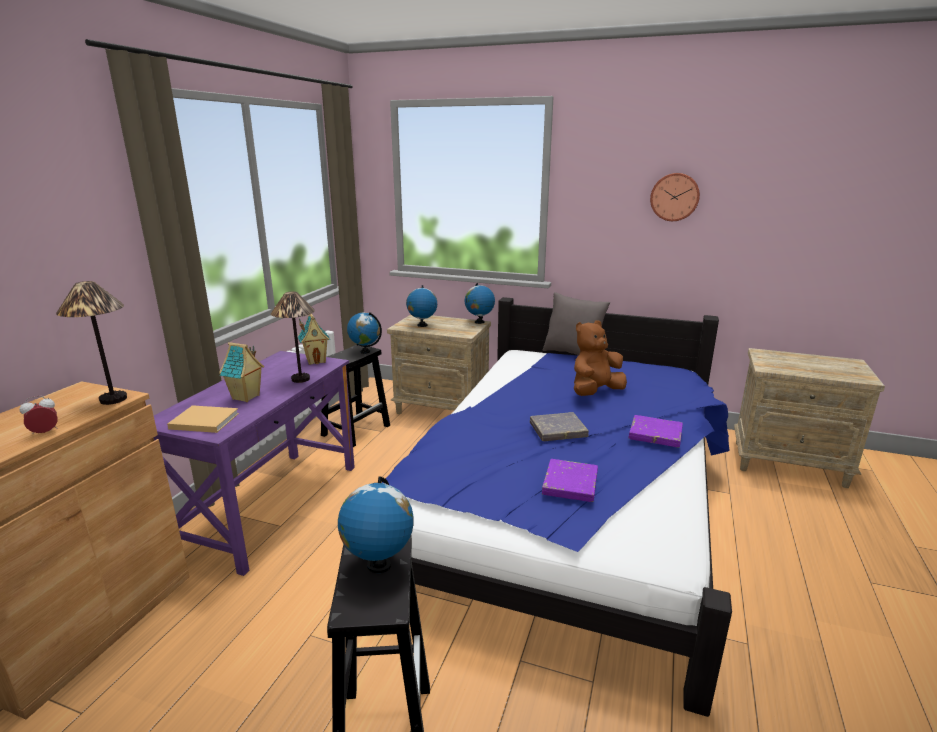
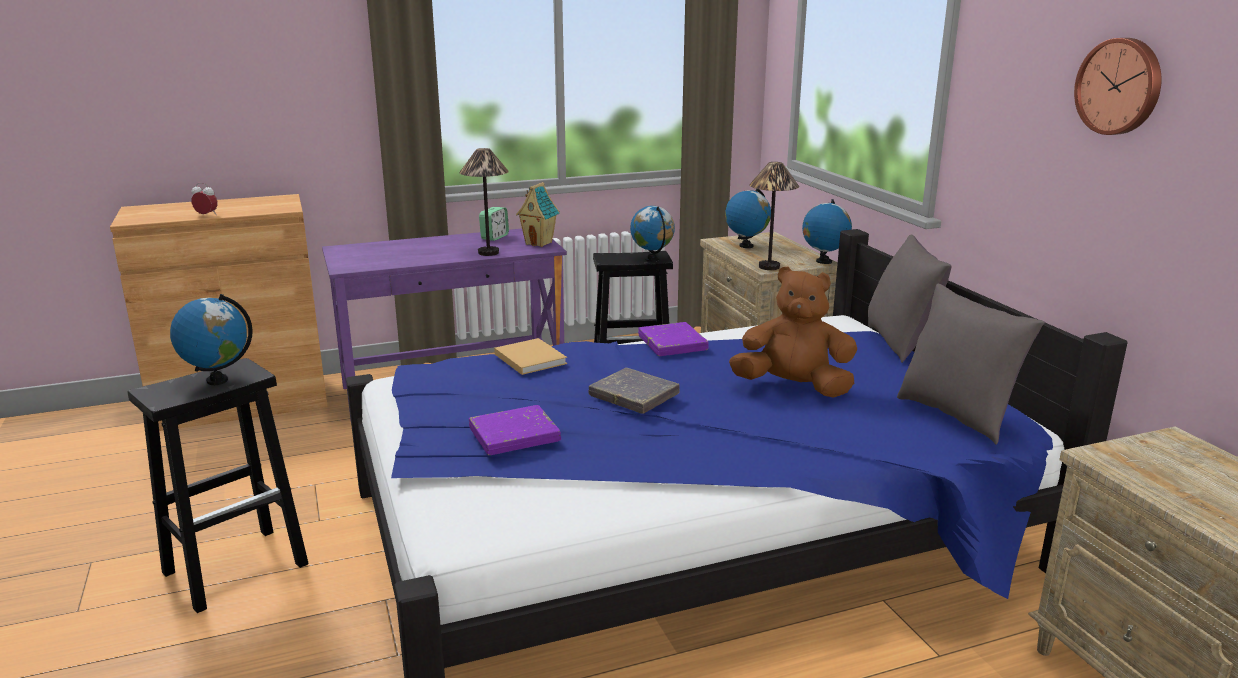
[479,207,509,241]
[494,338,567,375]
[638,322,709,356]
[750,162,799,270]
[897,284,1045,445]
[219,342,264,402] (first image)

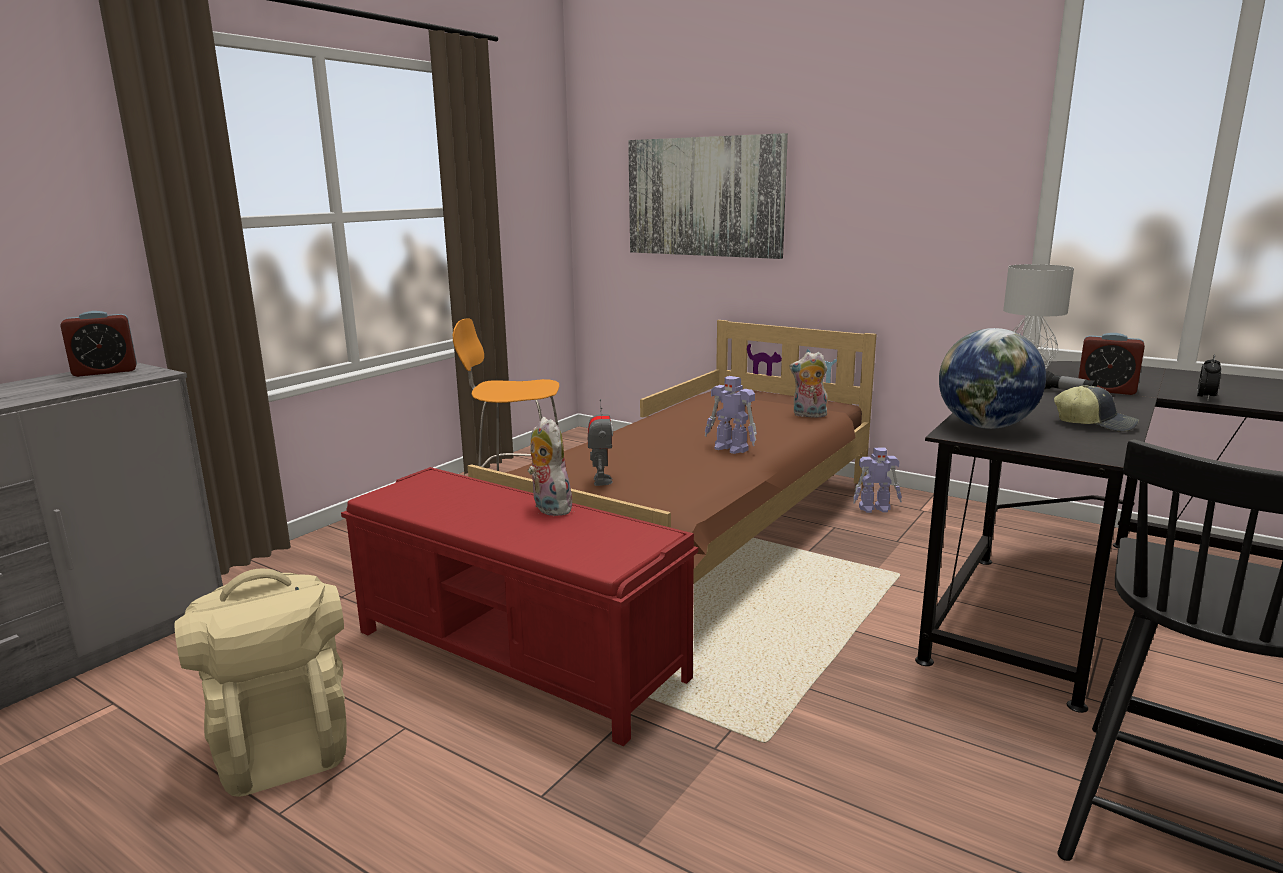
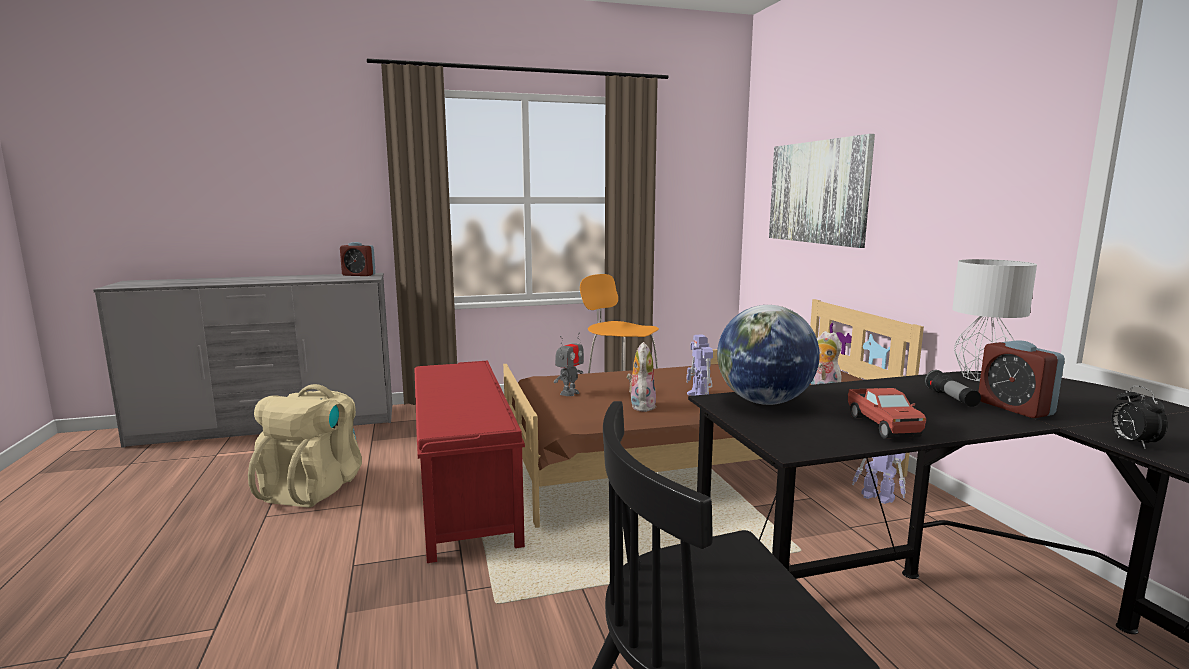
[627,342,656,412]
[848,388,926,439]
[1111,385,1168,448]

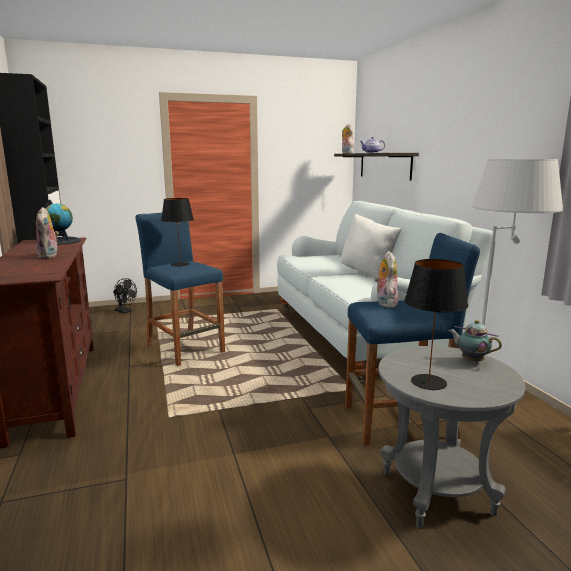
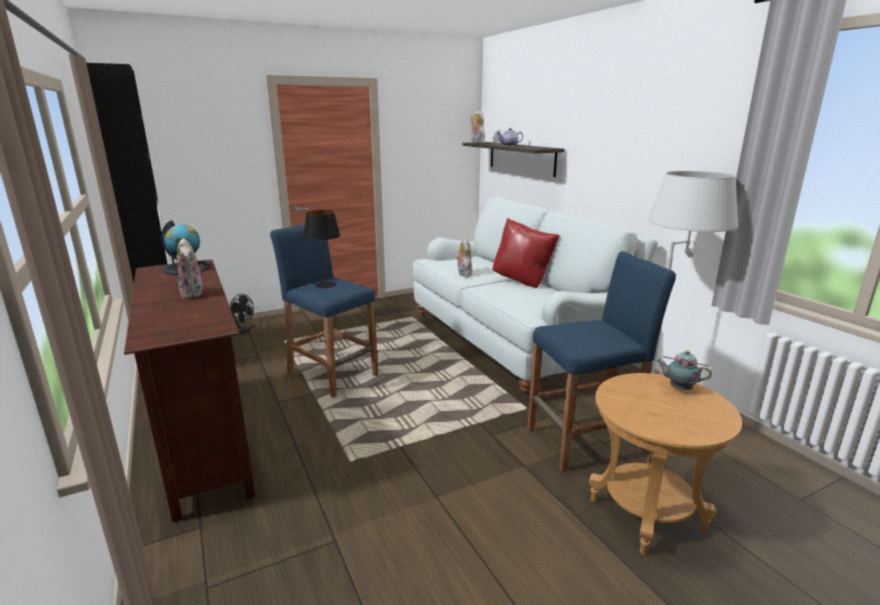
[456,238,472,277]
[492,218,560,288]
[589,373,742,555]
[404,259,468,390] (first image)

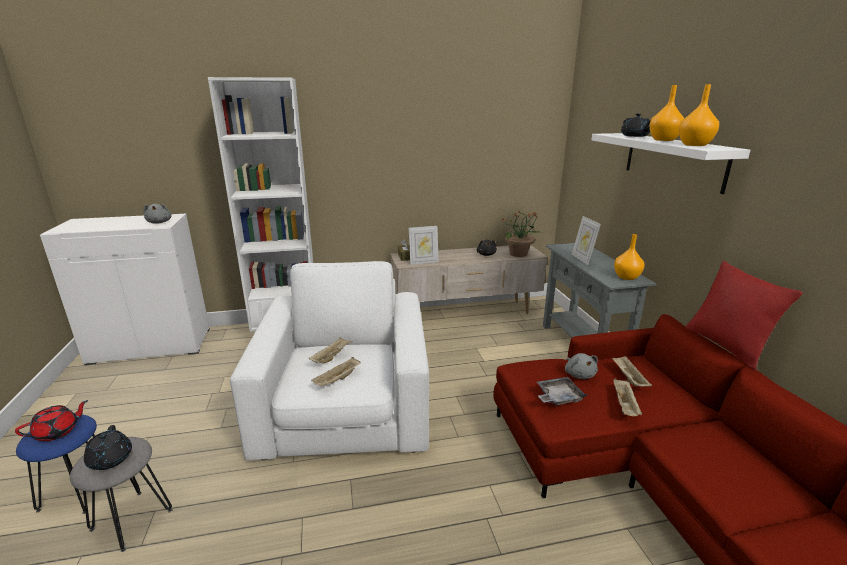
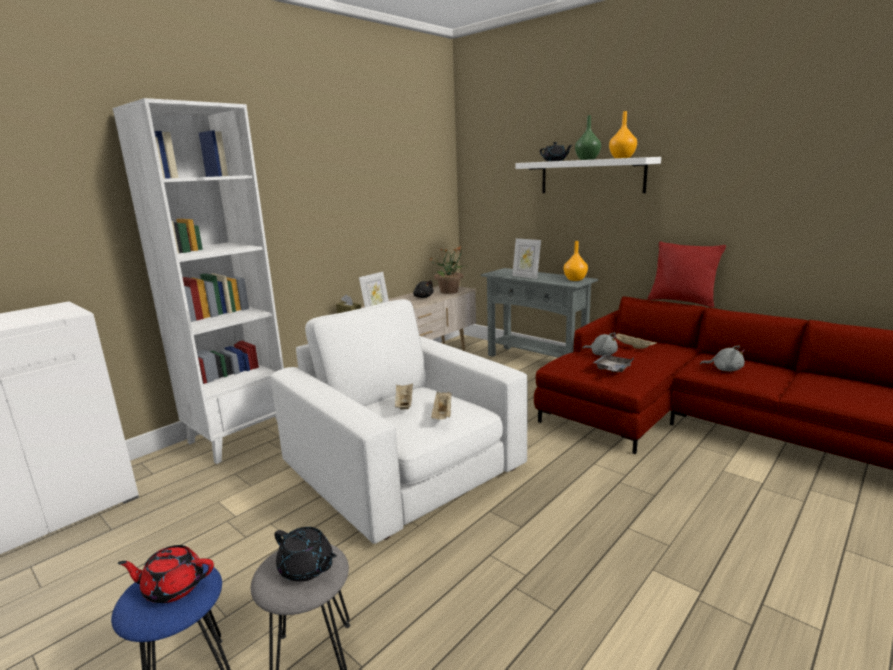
[118,545,214,603]
[575,115,601,160]
[700,345,745,372]
[614,378,642,416] (first image)

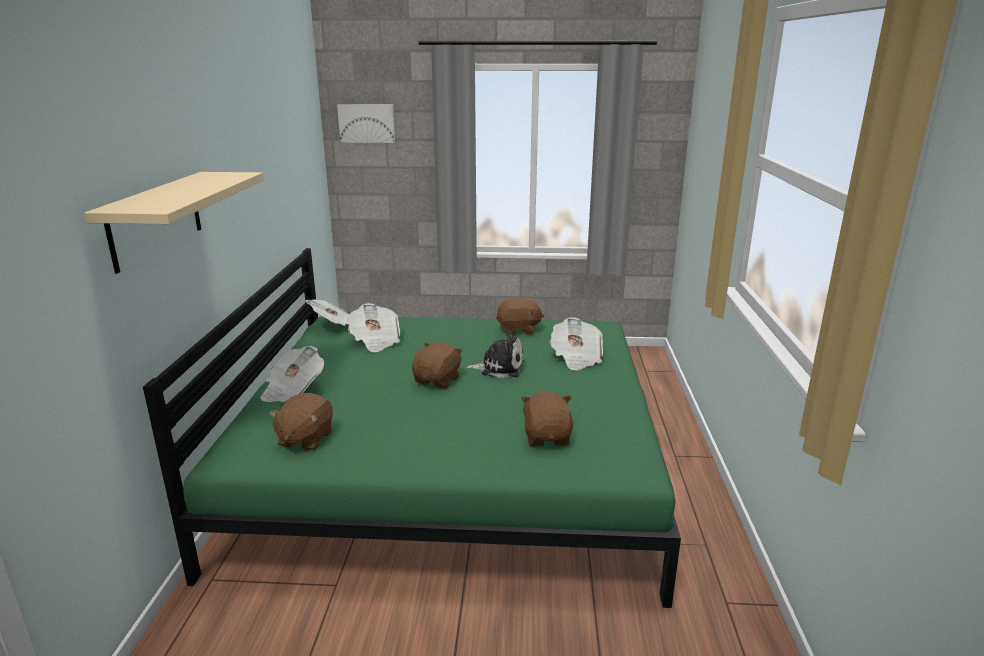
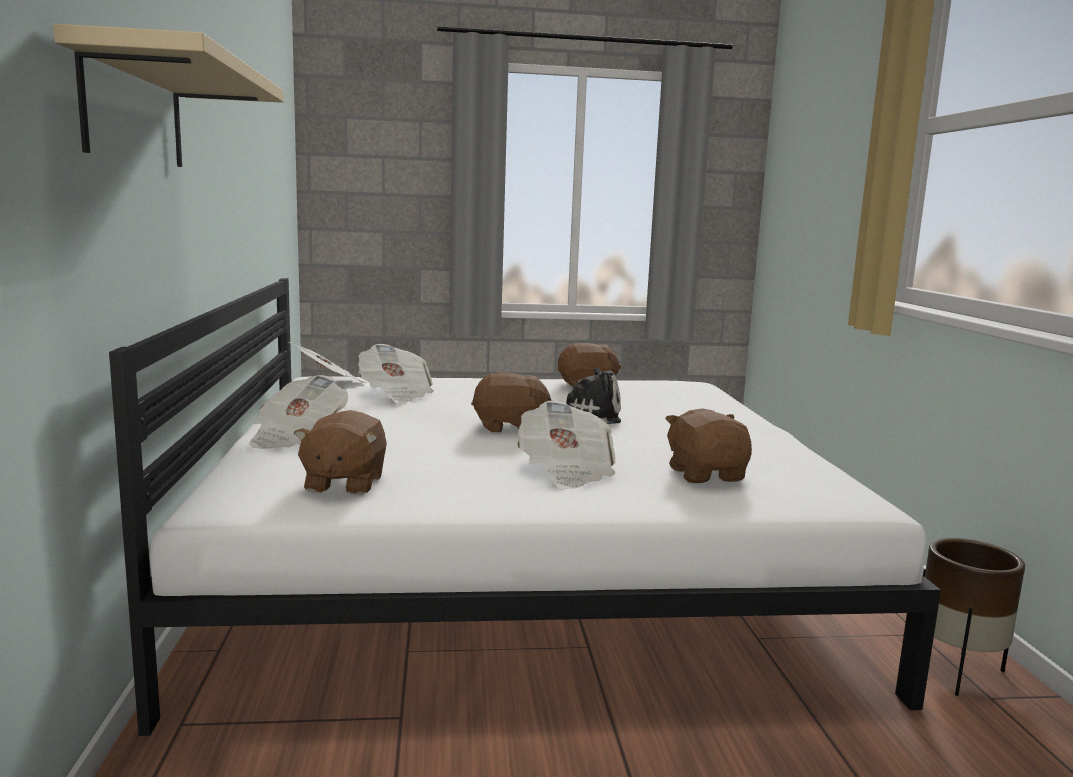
[109,278,941,736]
[471,372,552,432]
[517,401,616,489]
[923,538,1025,696]
[337,104,395,143] (first image)

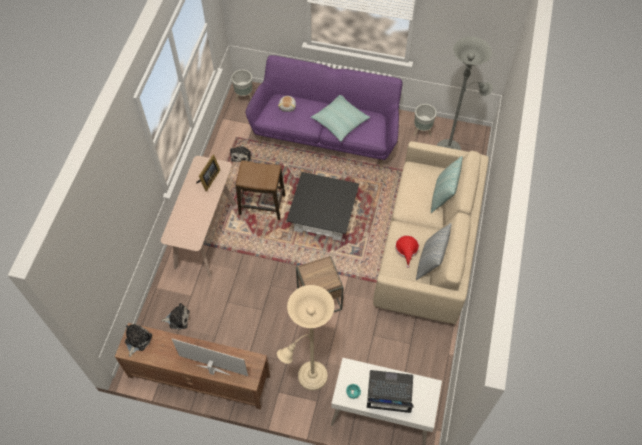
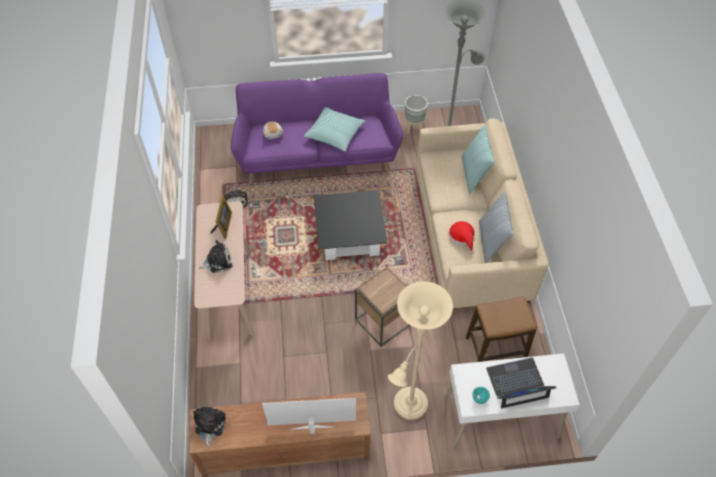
[199,240,232,273]
[466,296,537,362]
[231,70,252,102] (first image)

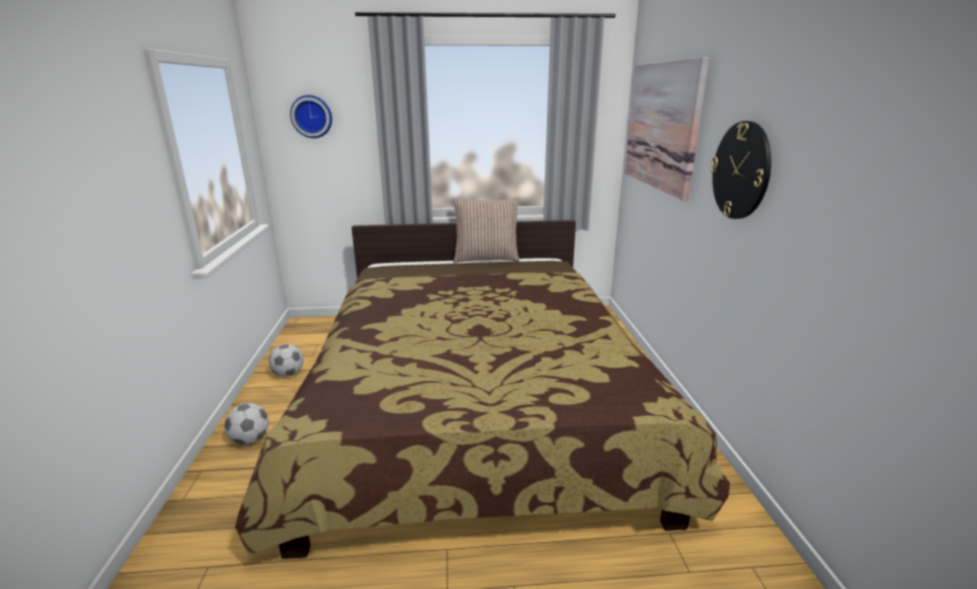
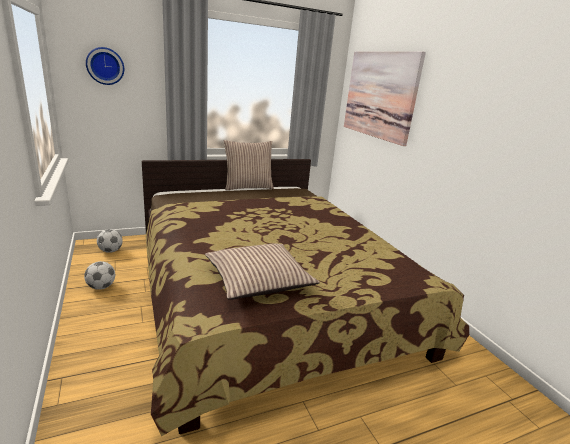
[97,229,123,253]
[205,243,320,300]
[710,121,771,219] (first image)

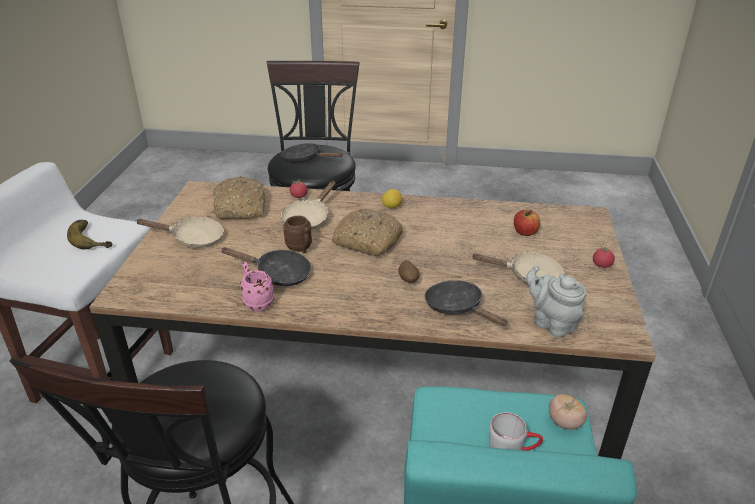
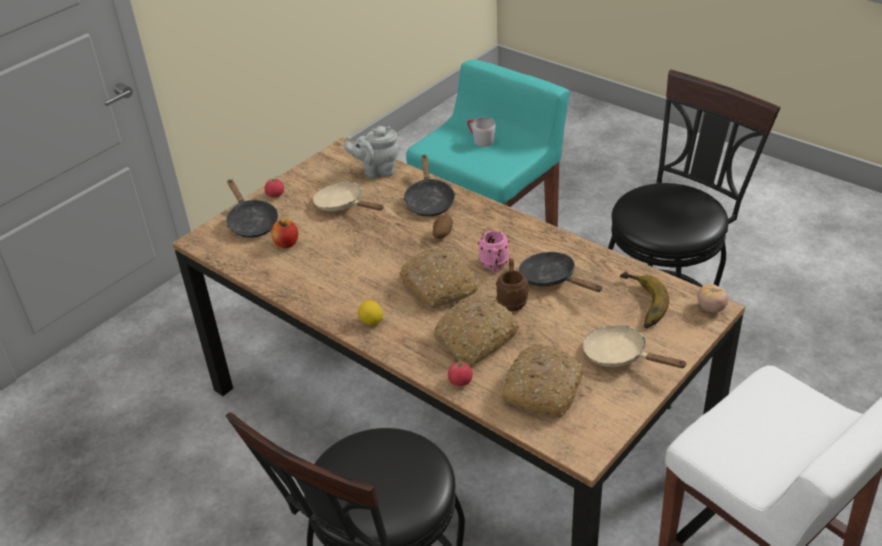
[226,179,278,238]
[344,126,400,178]
[434,295,519,364]
[478,230,509,273]
[620,271,669,328]
[697,284,729,313]

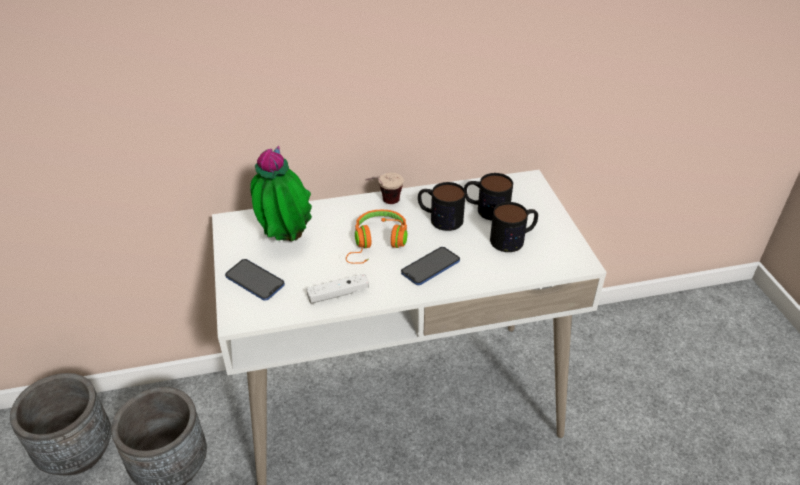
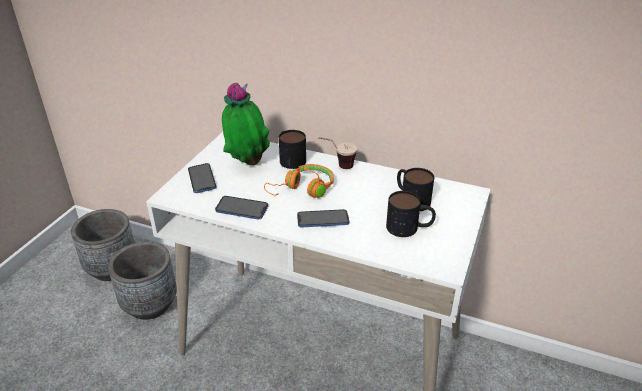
[215,196,268,220]
[279,130,306,169]

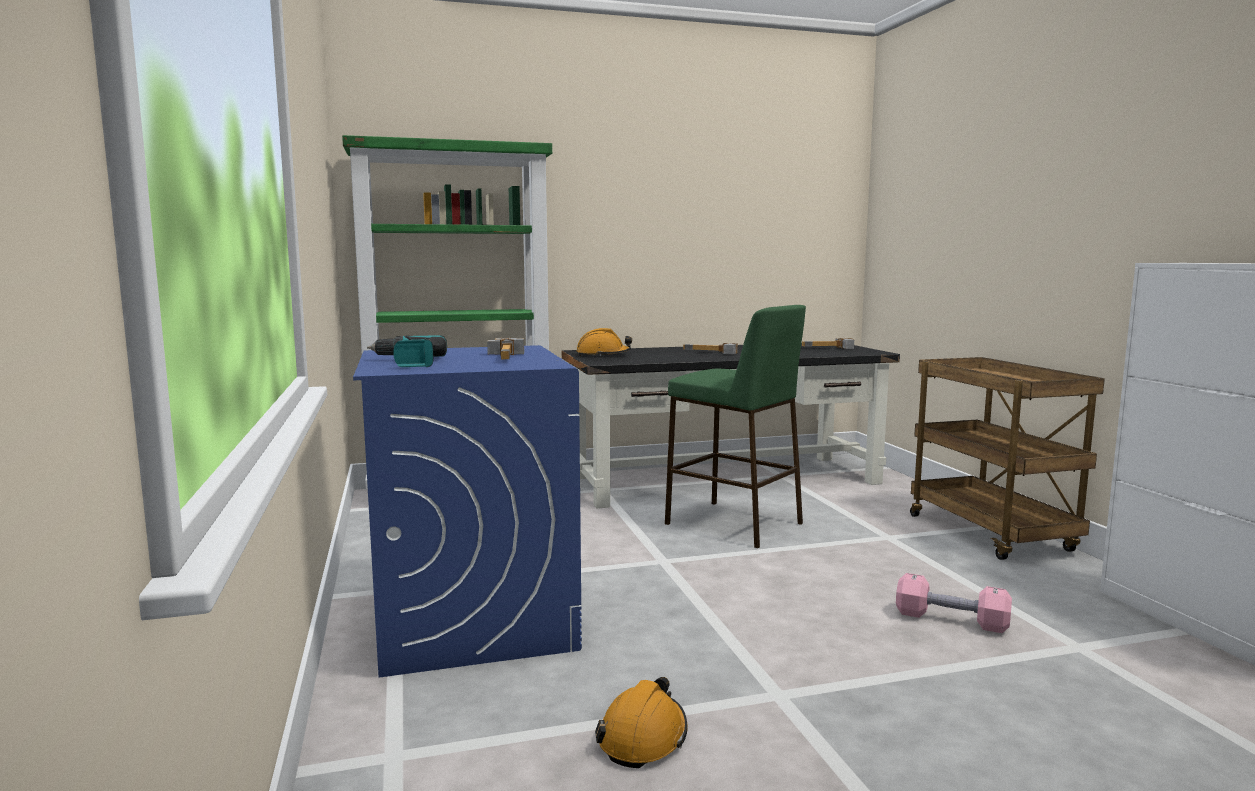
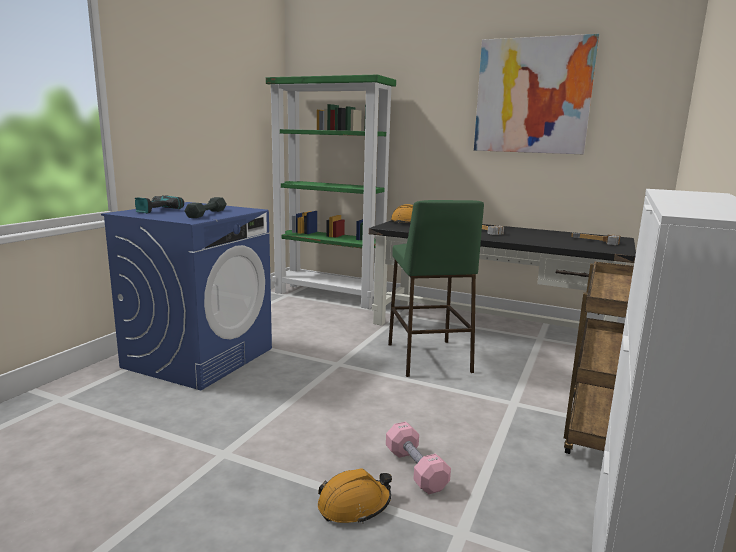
[184,197,227,218]
[318,468,392,524]
[474,34,599,154]

